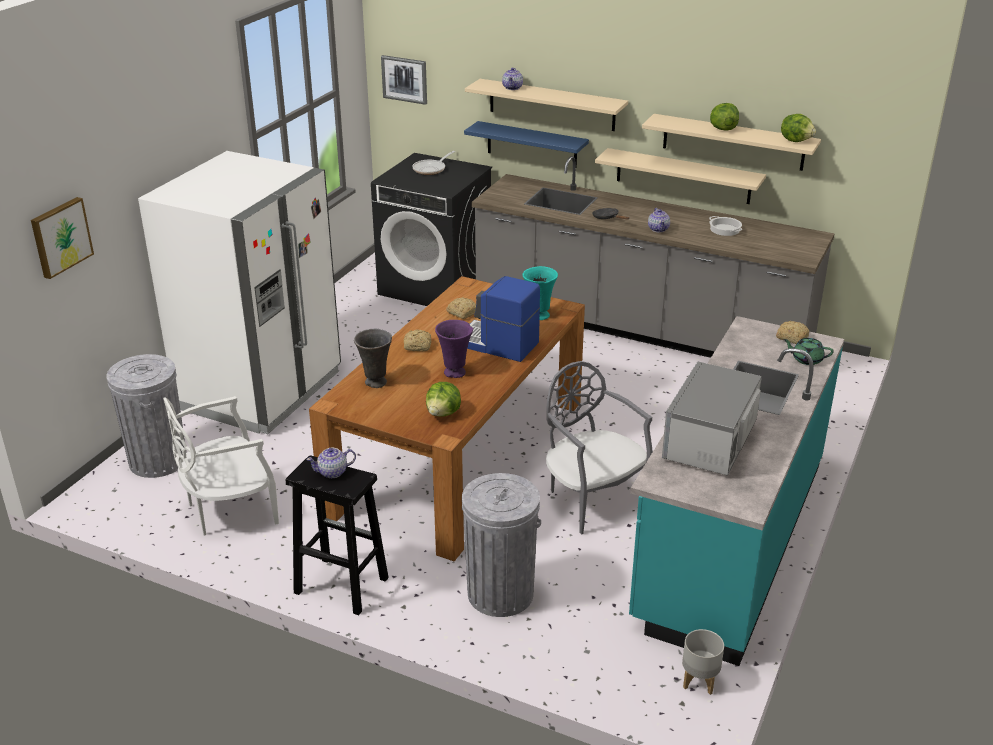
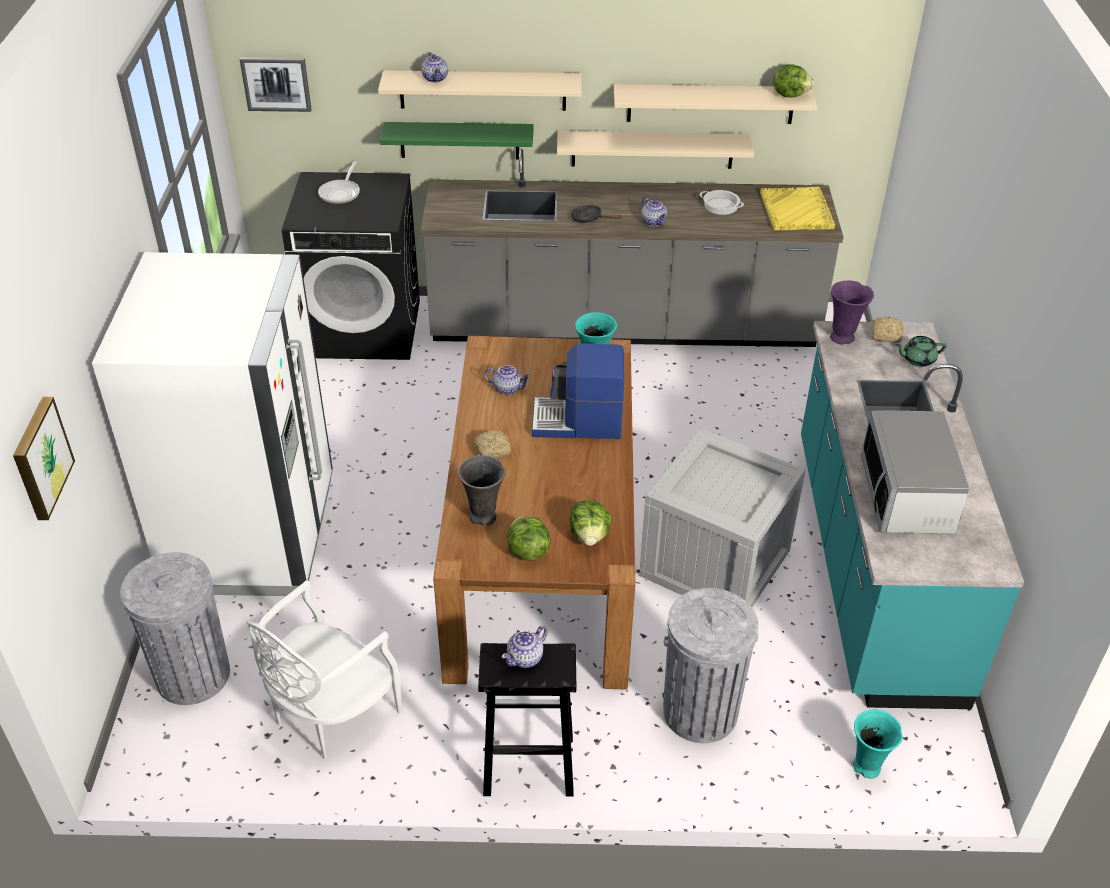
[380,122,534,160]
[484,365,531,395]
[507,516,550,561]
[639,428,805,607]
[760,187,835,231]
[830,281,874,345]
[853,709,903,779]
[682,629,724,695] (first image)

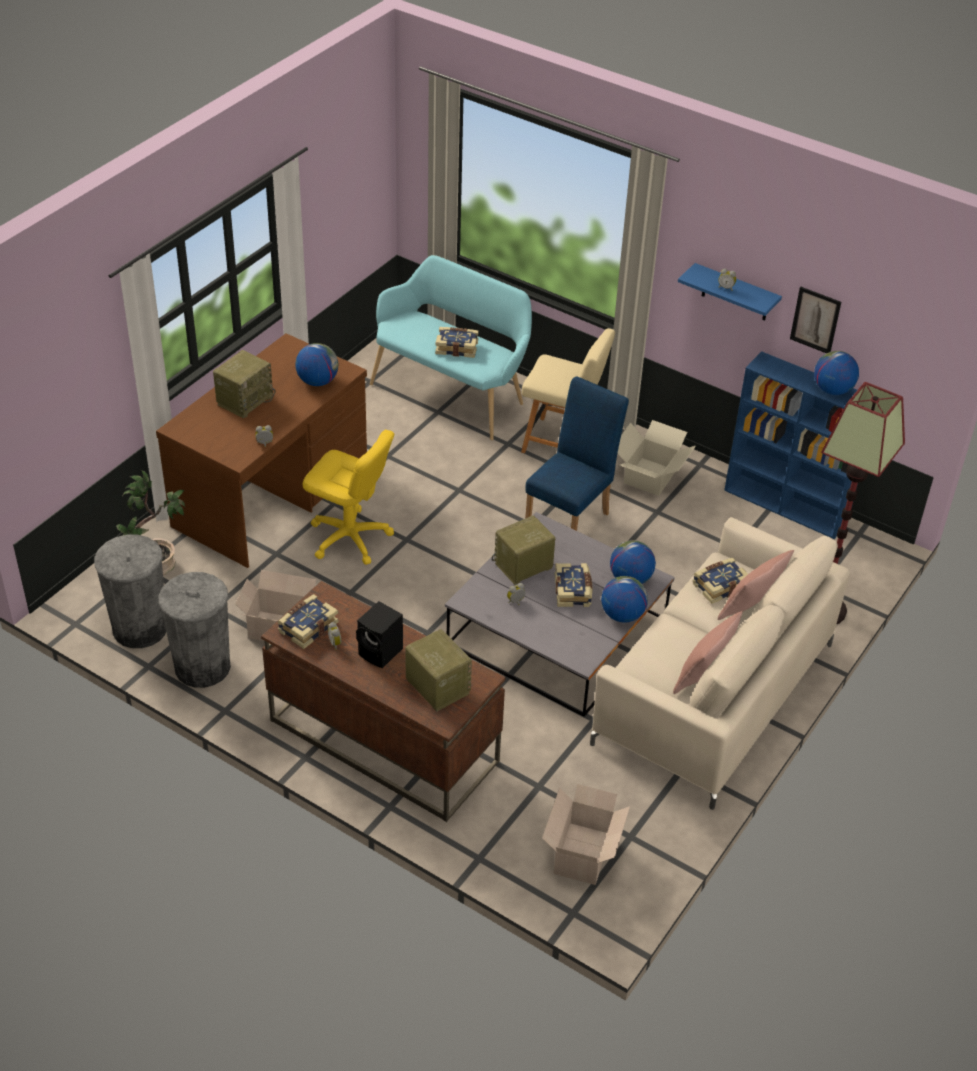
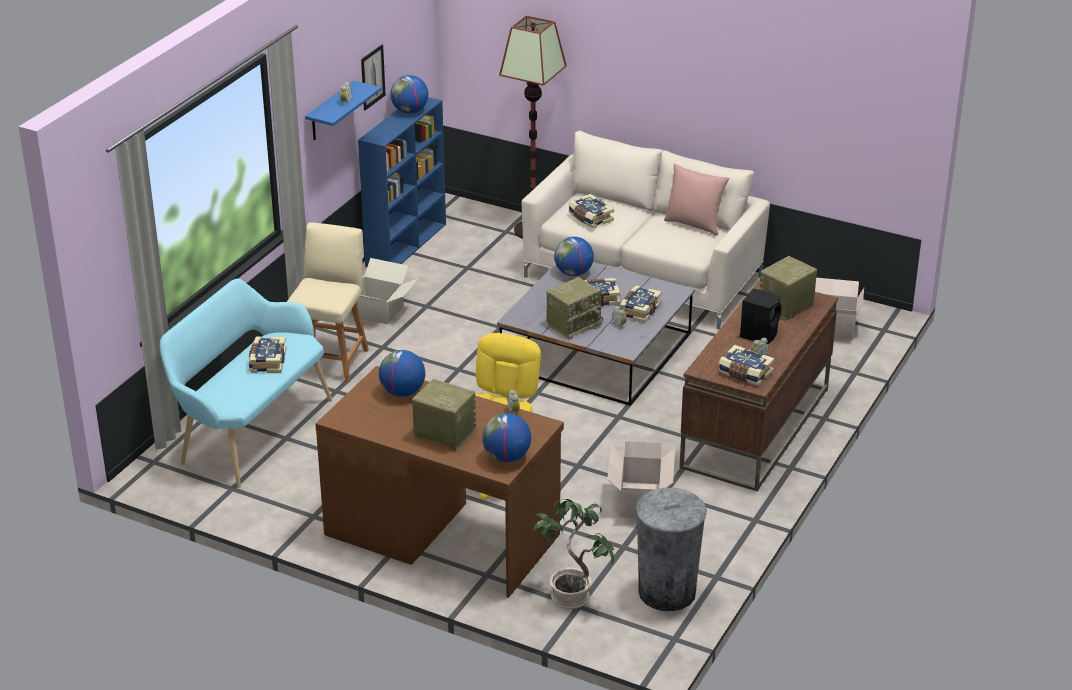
[482,413,531,462]
[546,277,603,339]
[619,285,662,323]
[158,572,231,688] (first image)
[525,377,629,531] (first image)
[718,550,794,620] (first image)

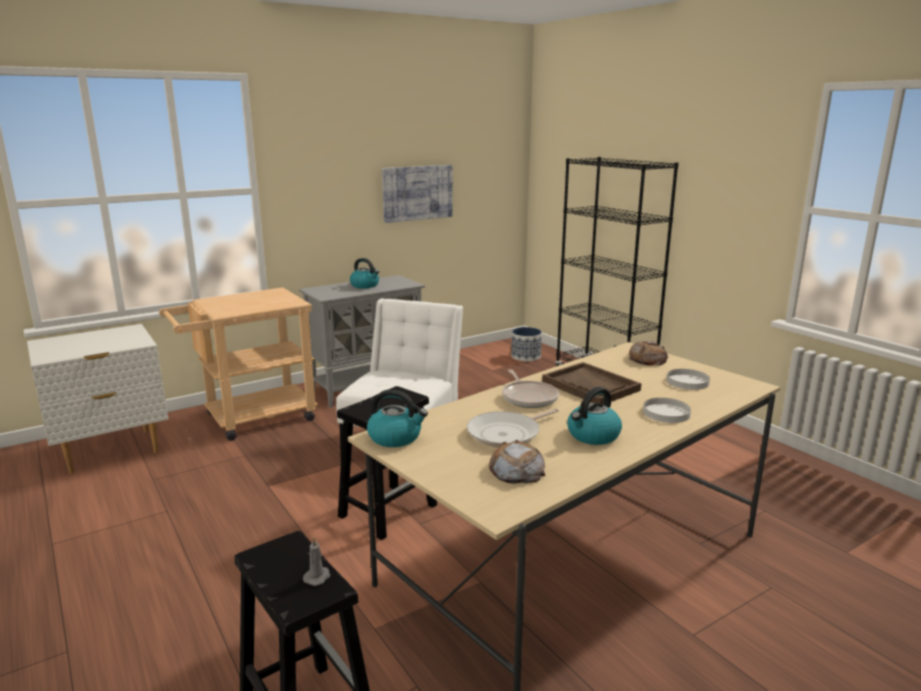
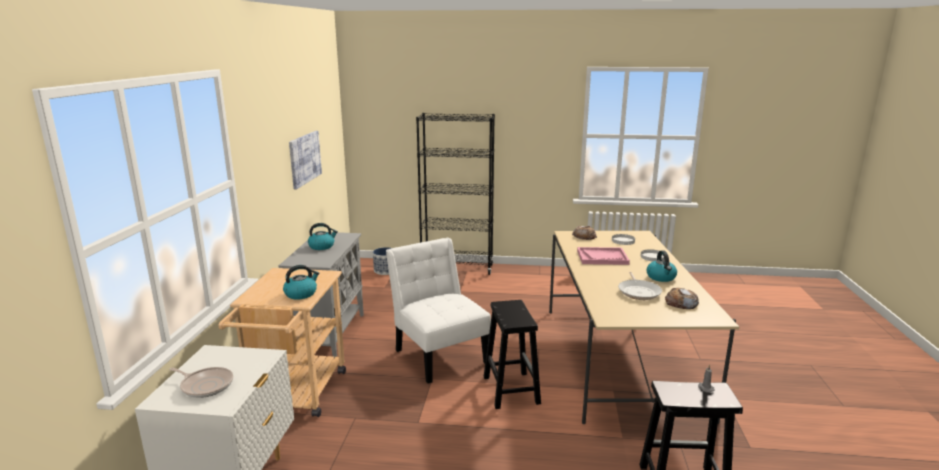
[169,367,233,398]
[283,265,319,300]
[577,247,630,265]

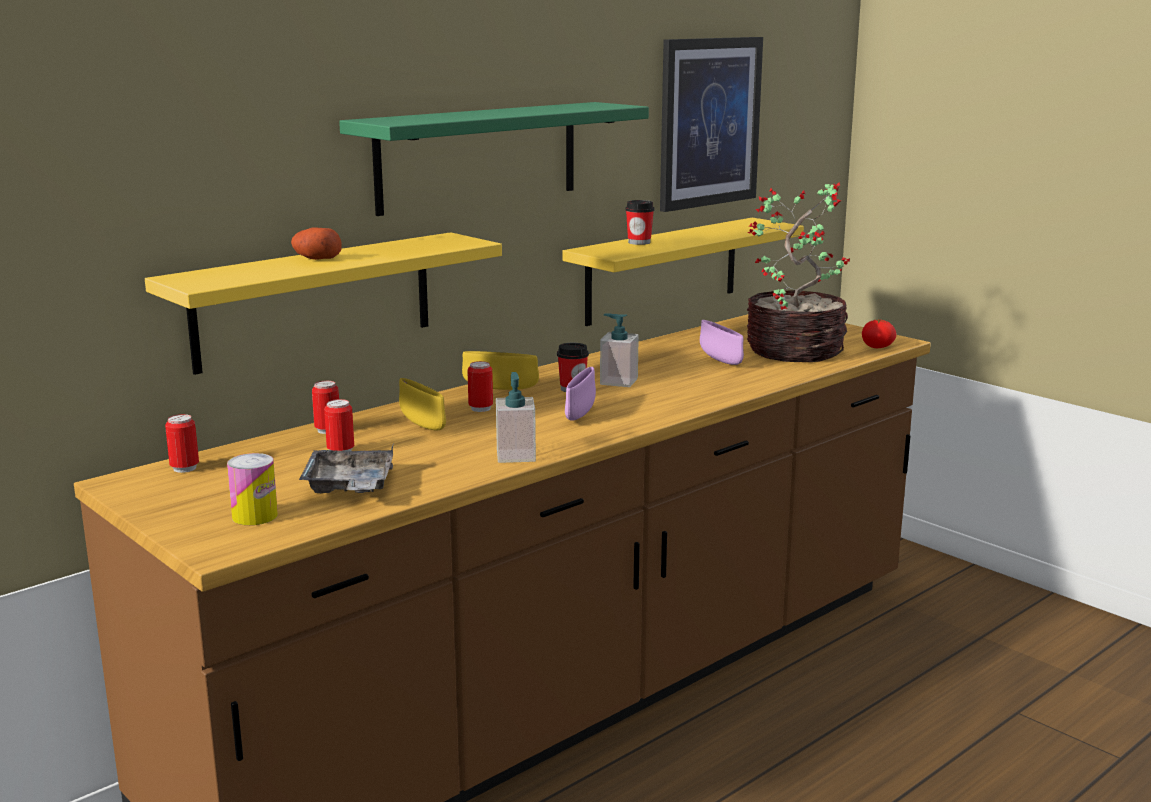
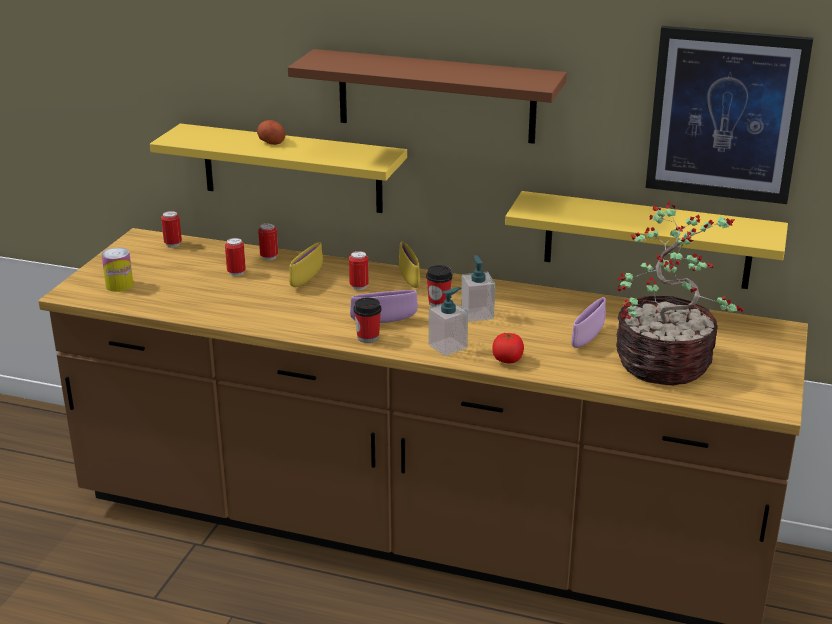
[288,49,567,144]
[353,297,382,343]
[428,287,468,356]
[492,332,524,363]
[299,444,394,493] (first image)

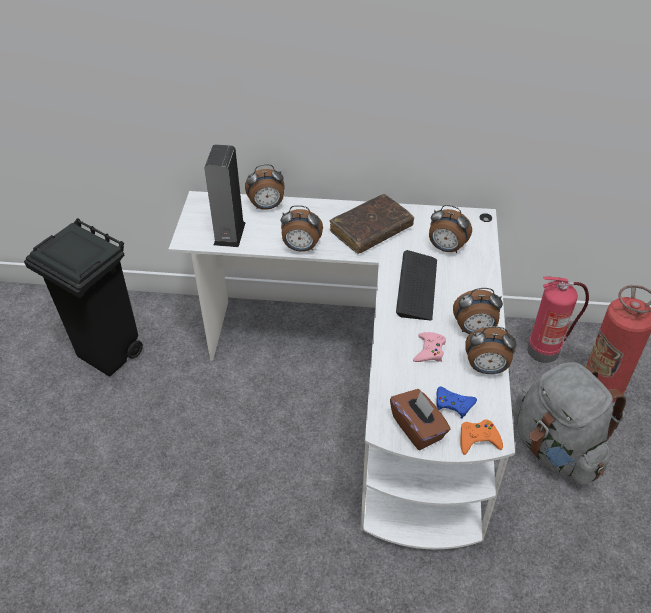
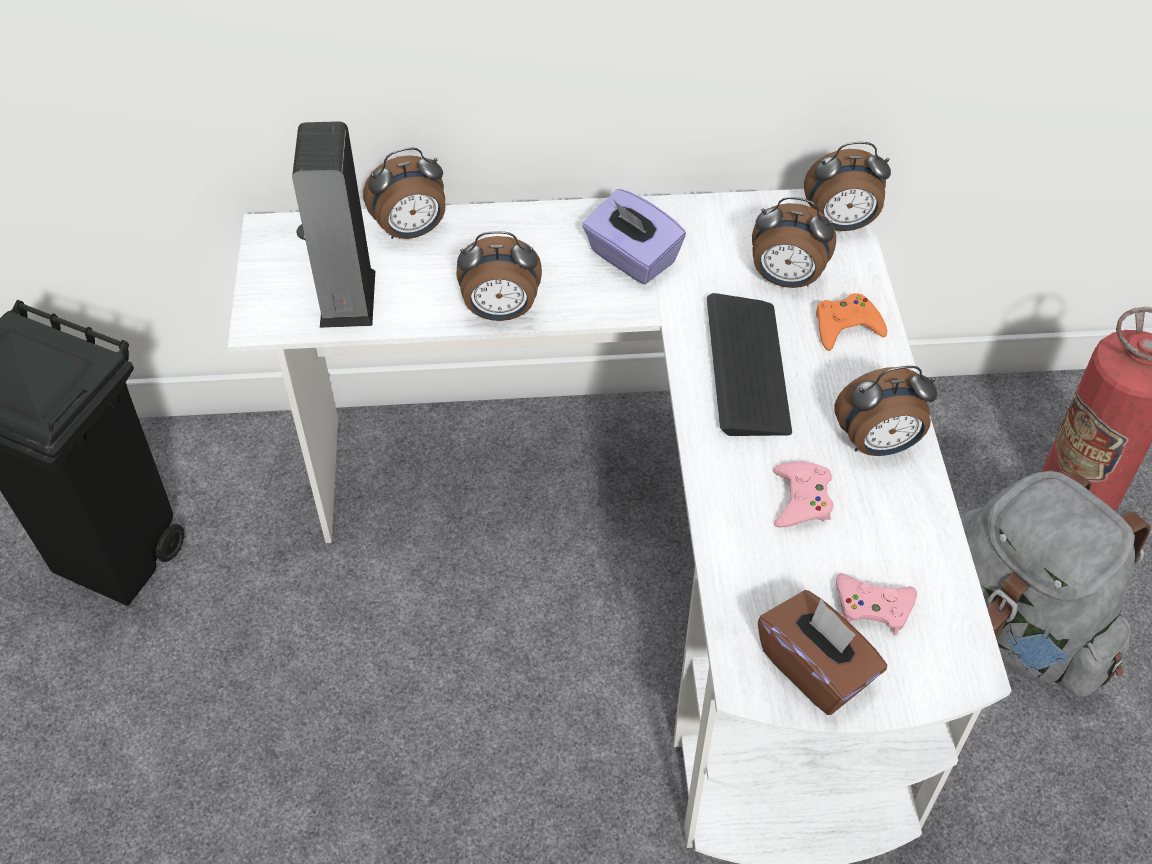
[582,189,686,284]
[804,142,891,231]
[816,293,887,351]
[836,573,917,635]
[528,276,589,363] (first image)

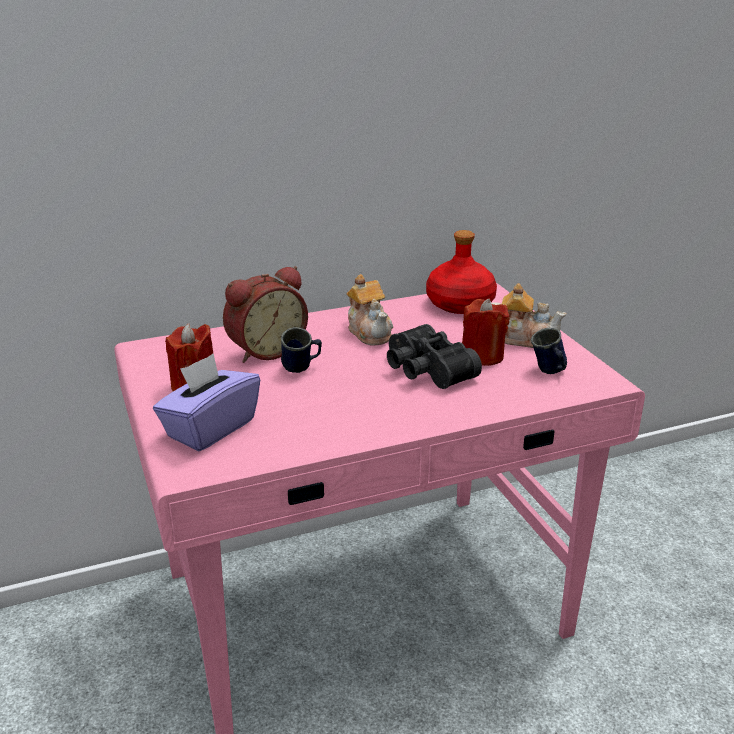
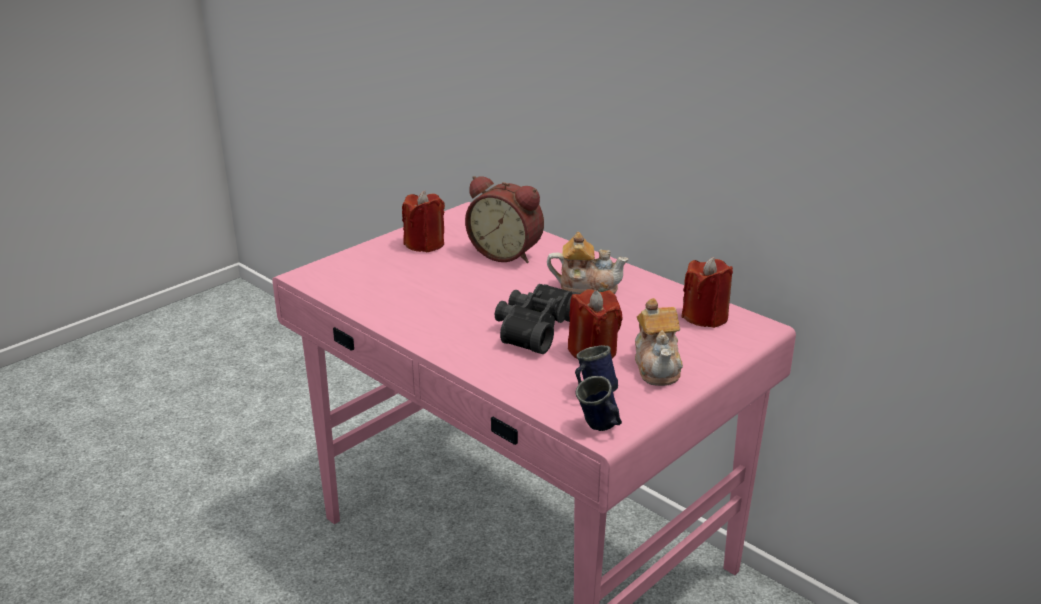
[547,232,629,294]
[576,376,622,431]
[681,257,733,328]
[153,354,260,451] (first image)

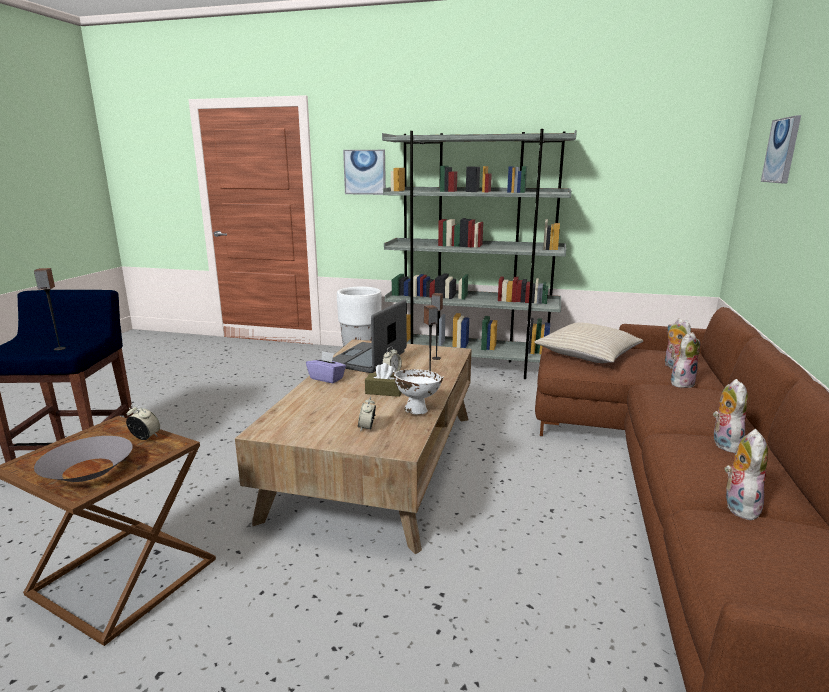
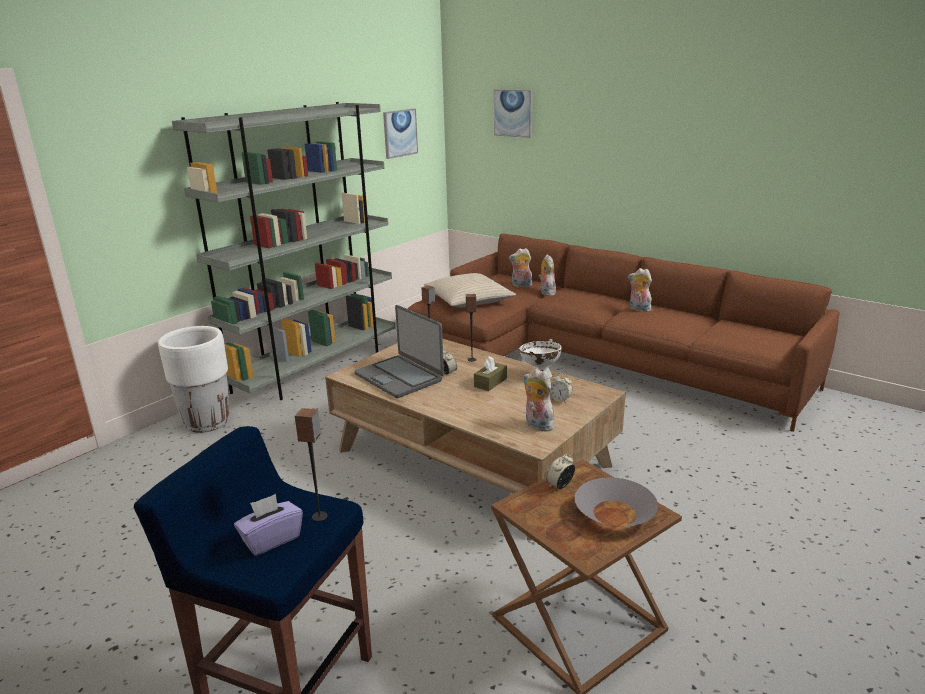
[234,494,303,556]
[383,109,418,159]
[523,369,554,432]

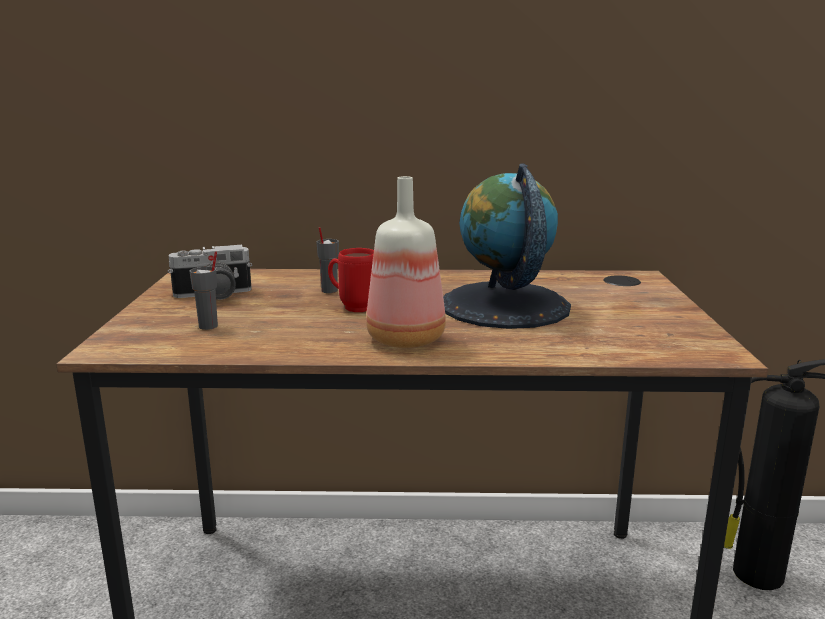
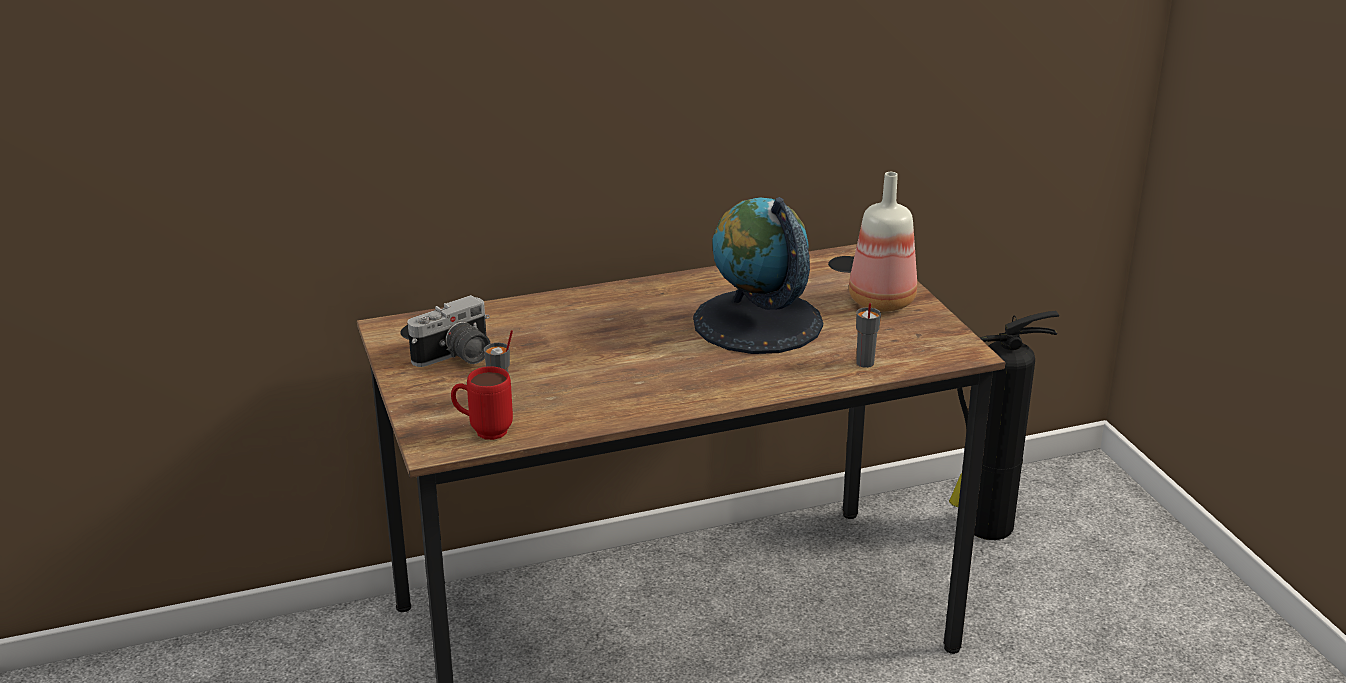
[451,366,513,440]
[849,172,917,311]
[856,303,881,368]

